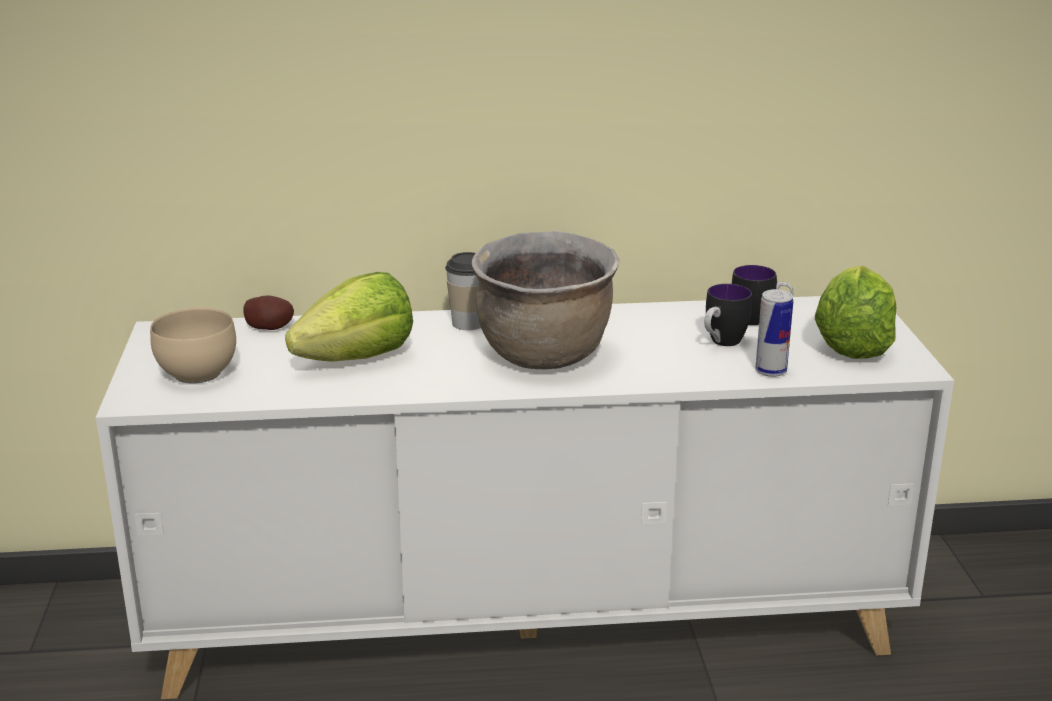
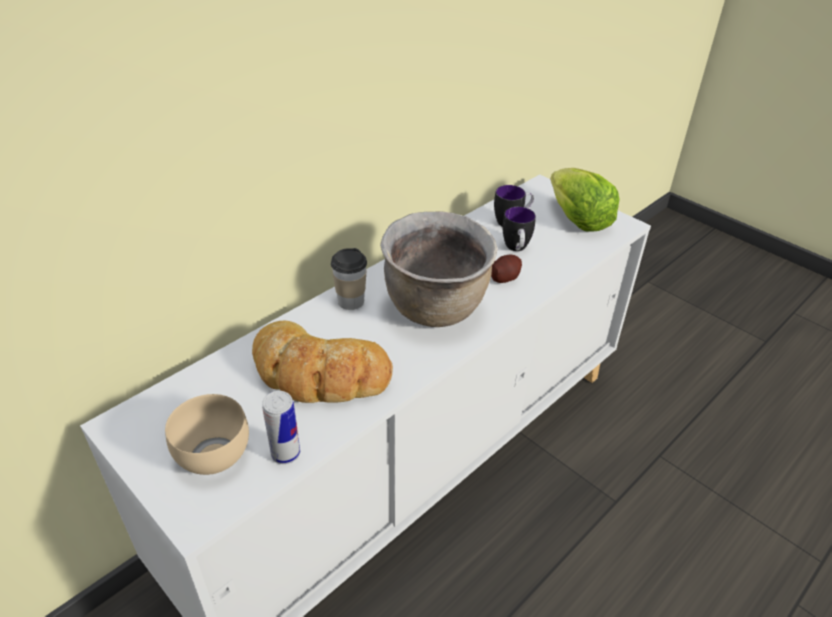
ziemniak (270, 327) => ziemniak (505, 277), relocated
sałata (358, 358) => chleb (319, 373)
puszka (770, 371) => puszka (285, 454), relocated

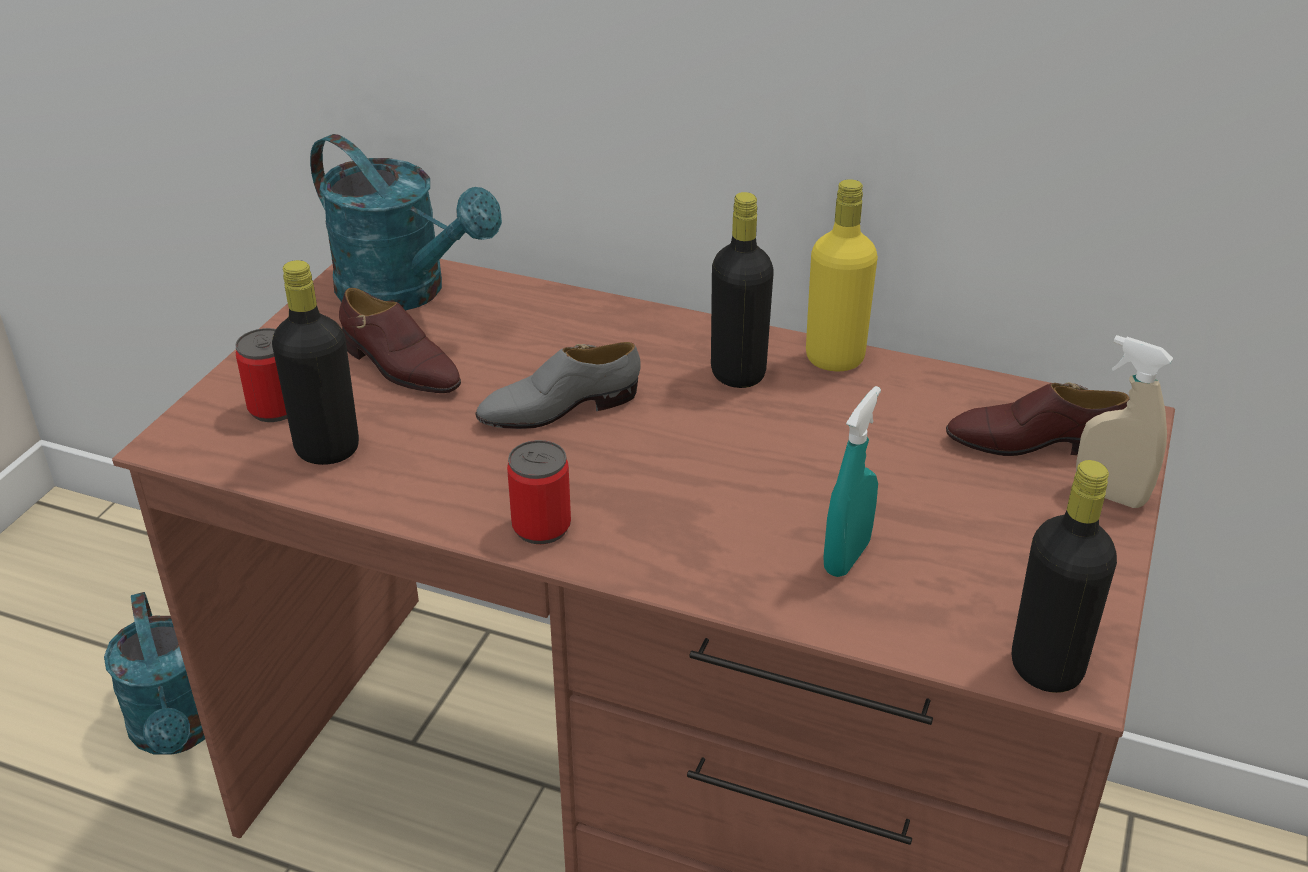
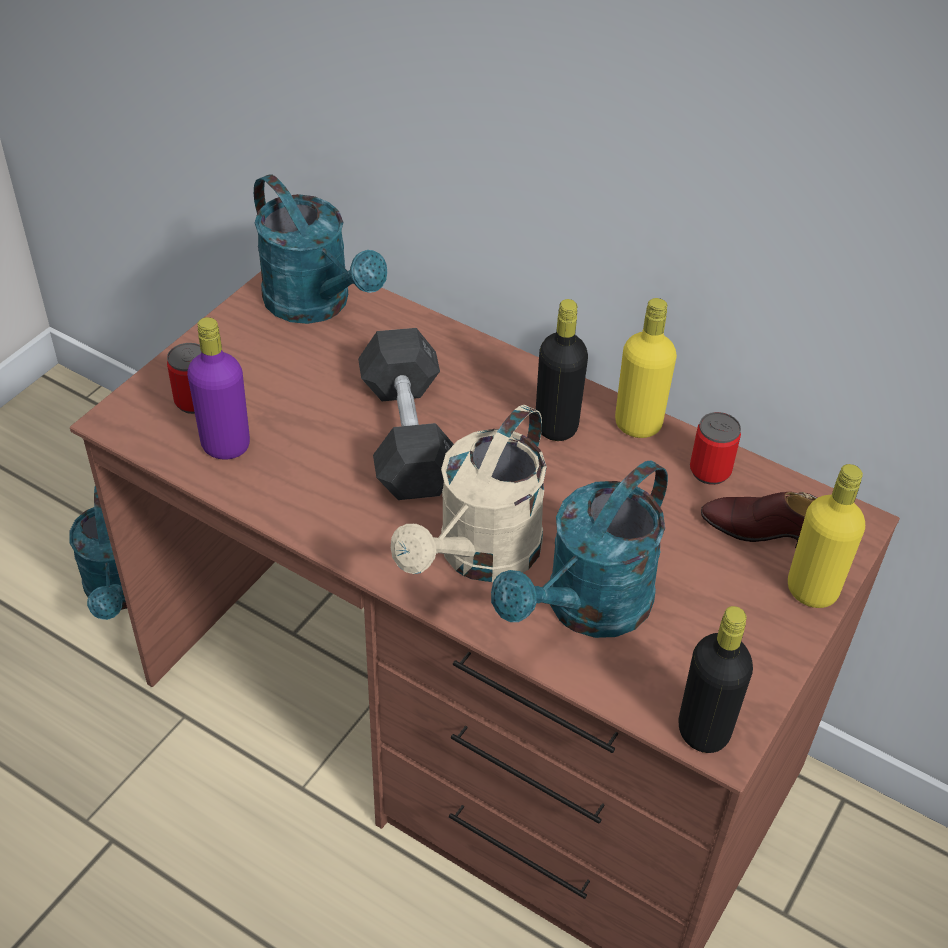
butelka (czarny) (327, 449) => butelka (fioletowy) (226, 445)
but (brązowy) (400, 367) => nothing
but (szary) (559, 408) => hantel (szary) (407, 436)
puszka (541, 527) => puszka (710, 471), relocated
spryskiwacz (turkusowy) (846, 557) => konewka (turkusowy) (586, 609)
spryskiwacz (beżowy) (1109, 495) => butelka (żółty) (811, 590)
nothing => konewka (beżowy) (480, 556)

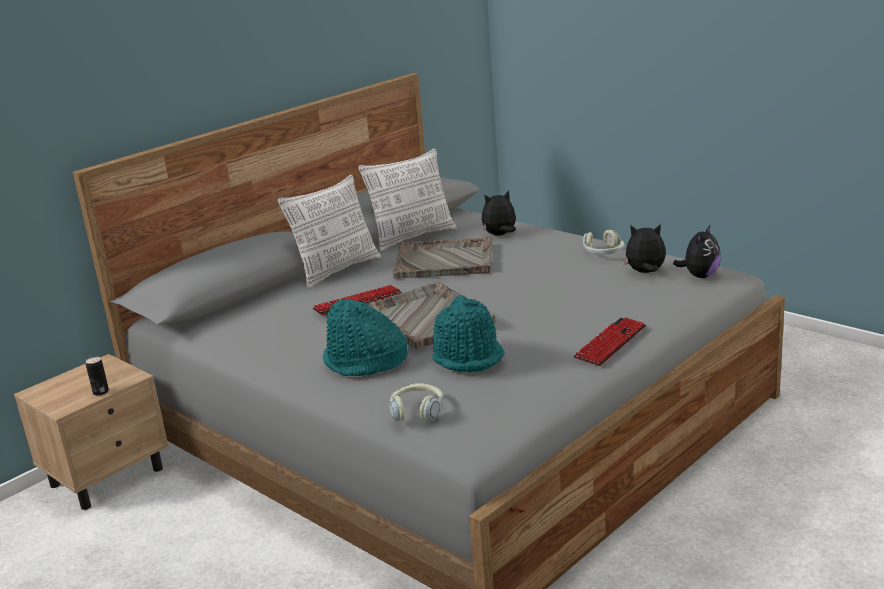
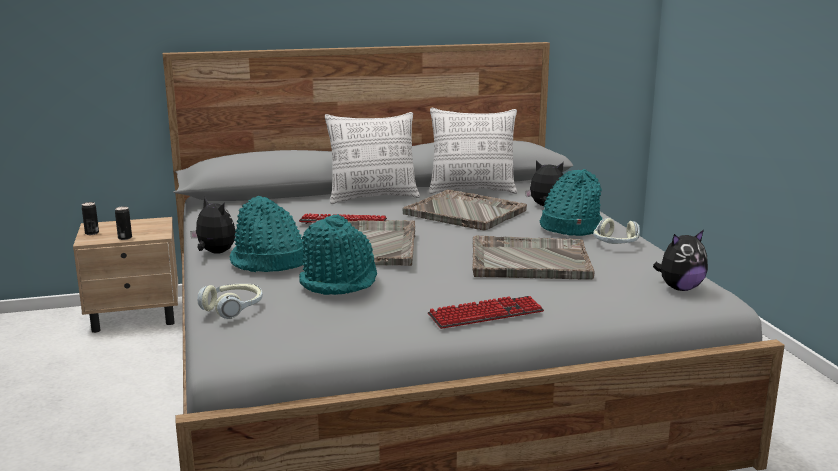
pluszak (645, 272) => pluszak (214, 253), relocated
nothing => puszka (92, 233)
nothing => taca (szary) (528, 261)
nothing => kapelusz (turkusowy) (570, 227)

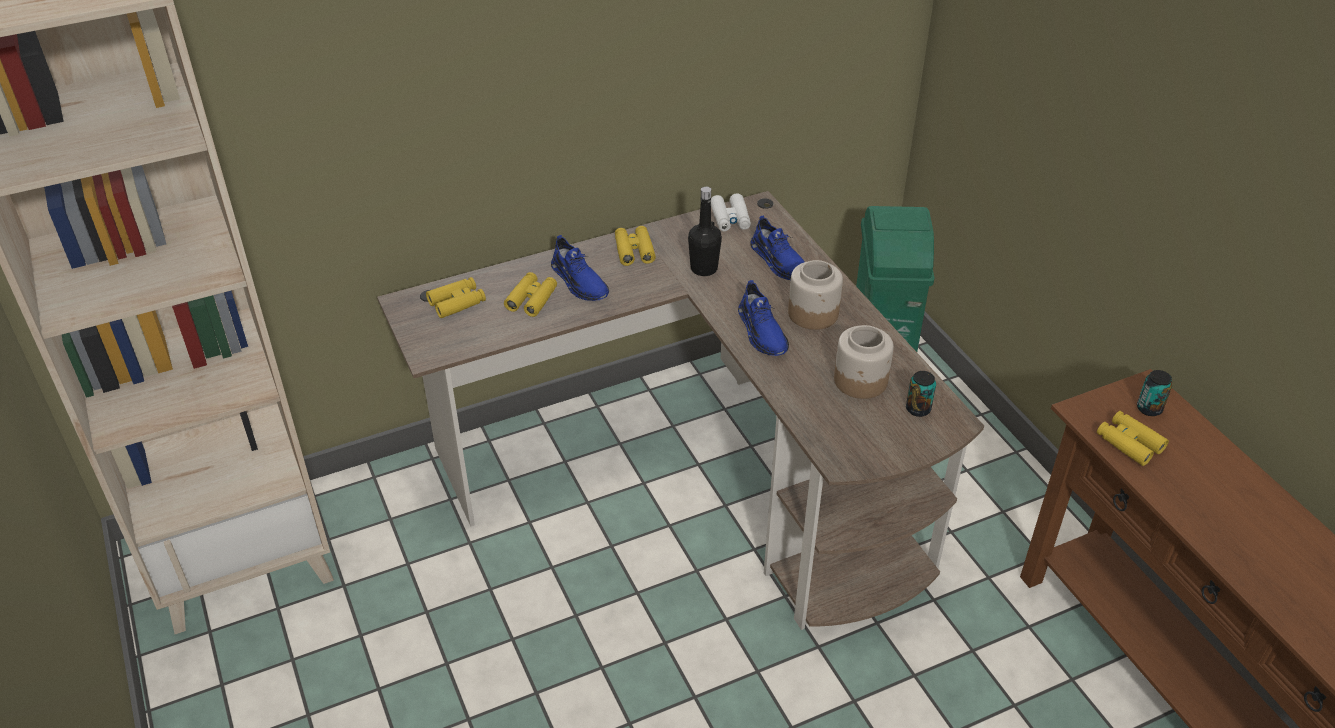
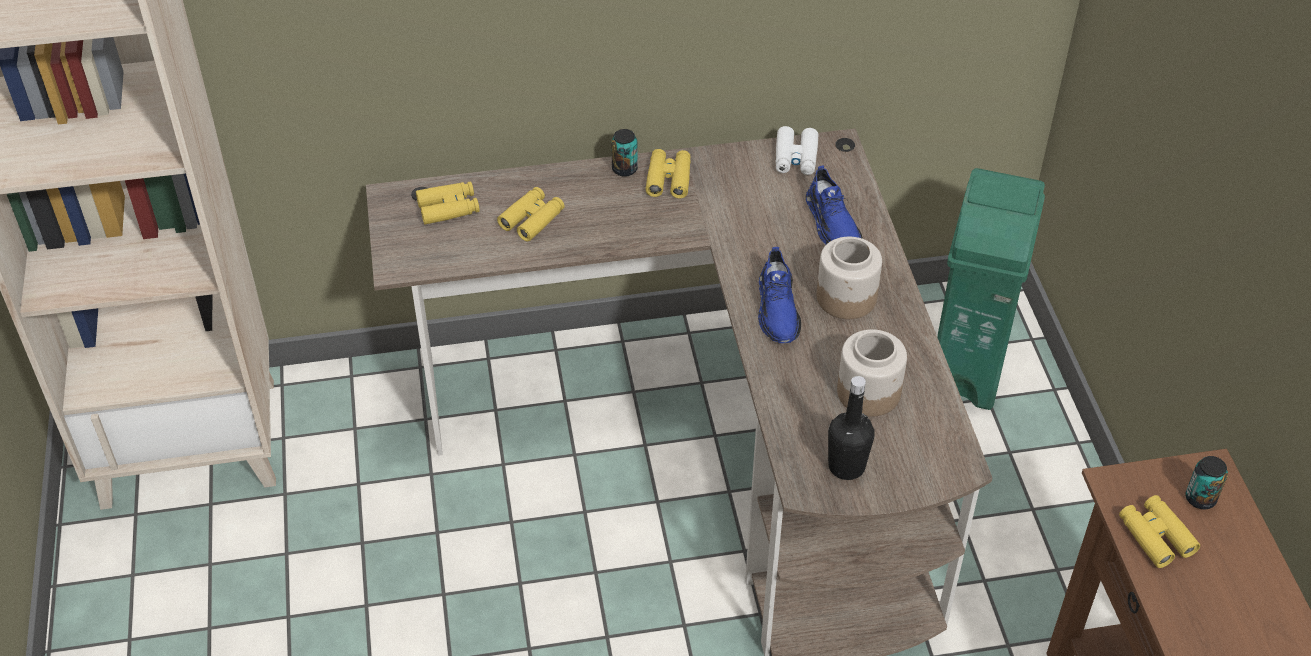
but (niebieski) (579, 281) => nothing
butelka (czarny) (704, 268) => butelka (czarny) (846, 466), relocated
puszka (918, 409) => puszka (624, 169), relocated

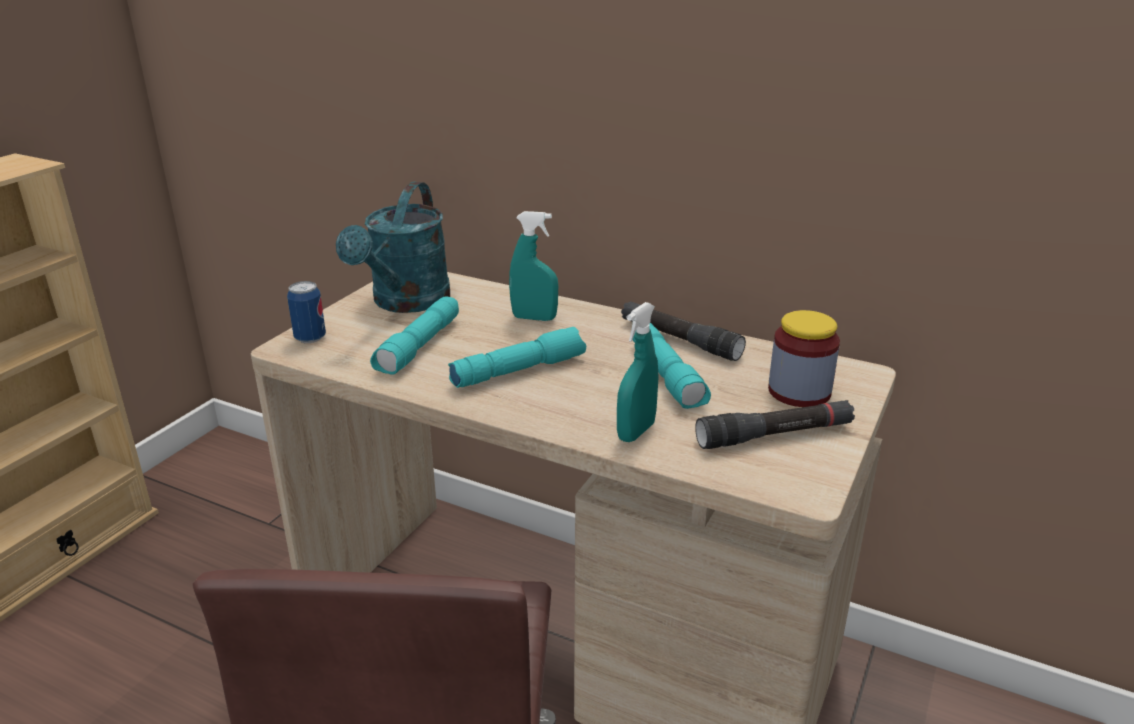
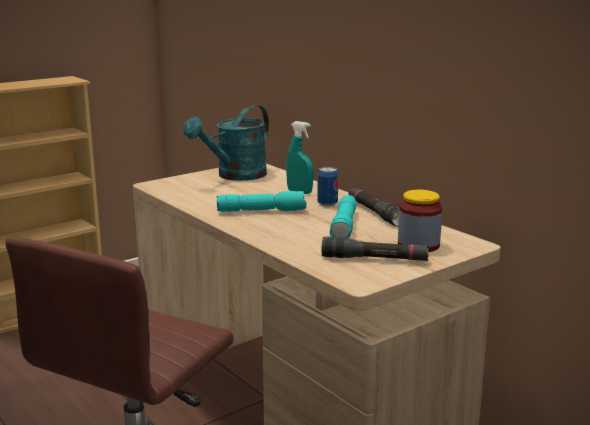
puszka (310, 338) => puszka (327, 204), relocated
latarka (turkusowy) (420, 347) => nothing
spryskiwacz (turkusowy) (636, 432) => nothing

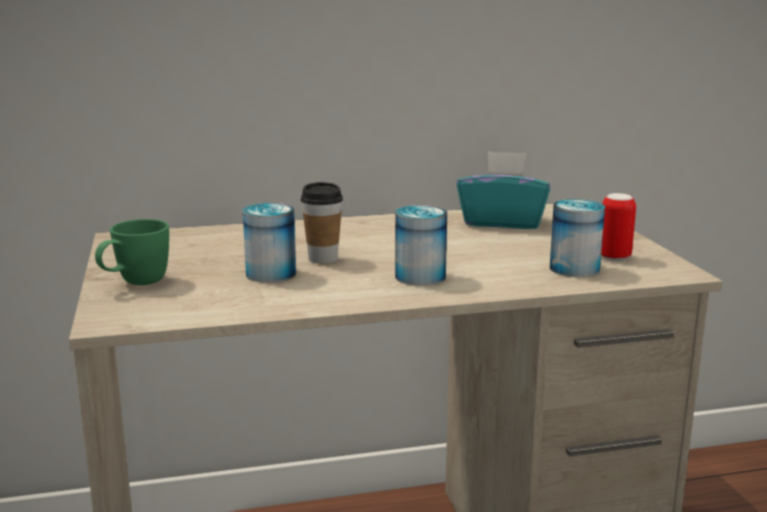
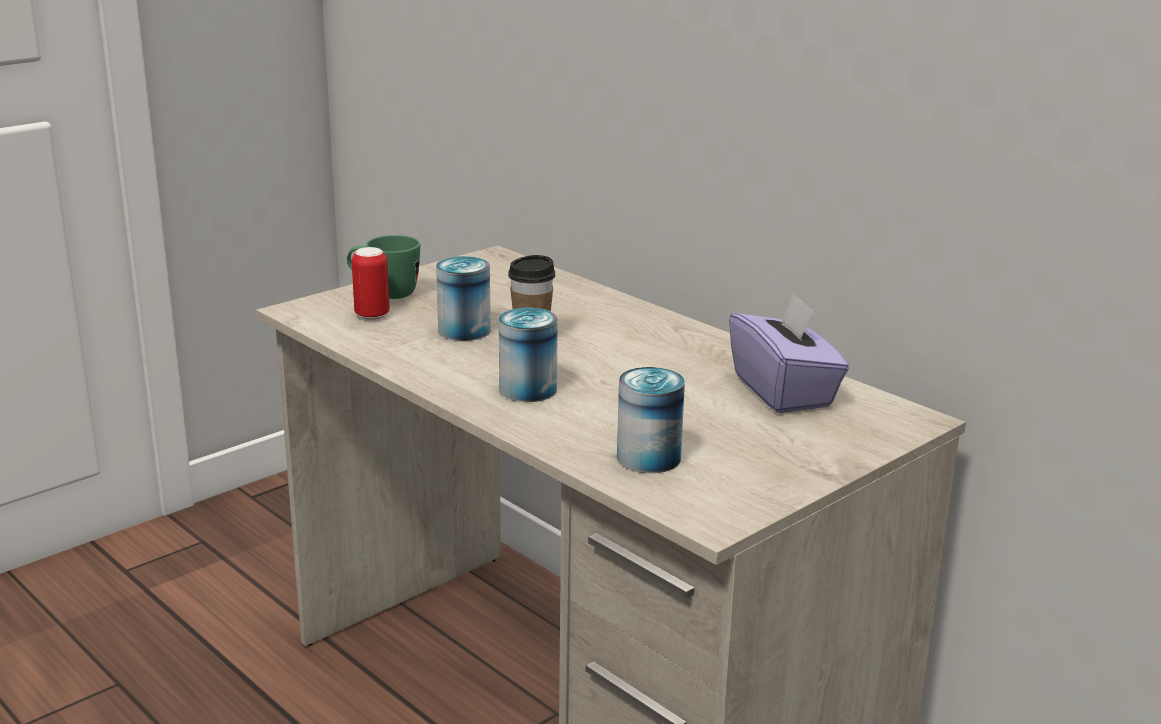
pudełko chusteczek (turkusowy) (502, 222) => pudełko chusteczek (fioletowy) (784, 391)
puszka (614, 257) => puszka (372, 315), relocated

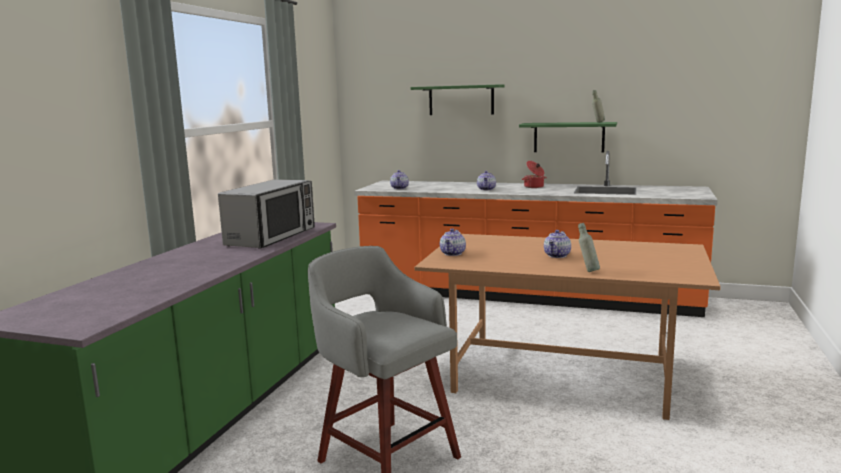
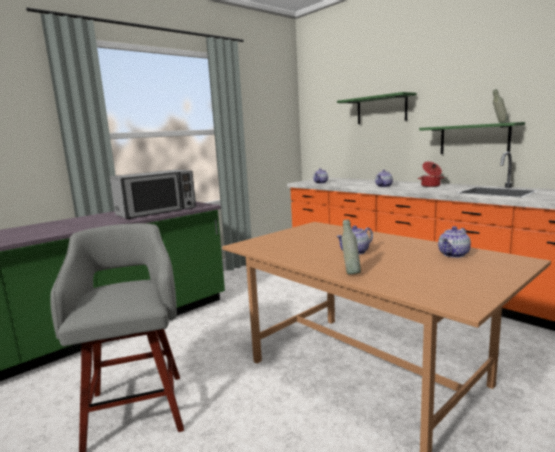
imbryk (453, 253) => imbryk (454, 254), relocated

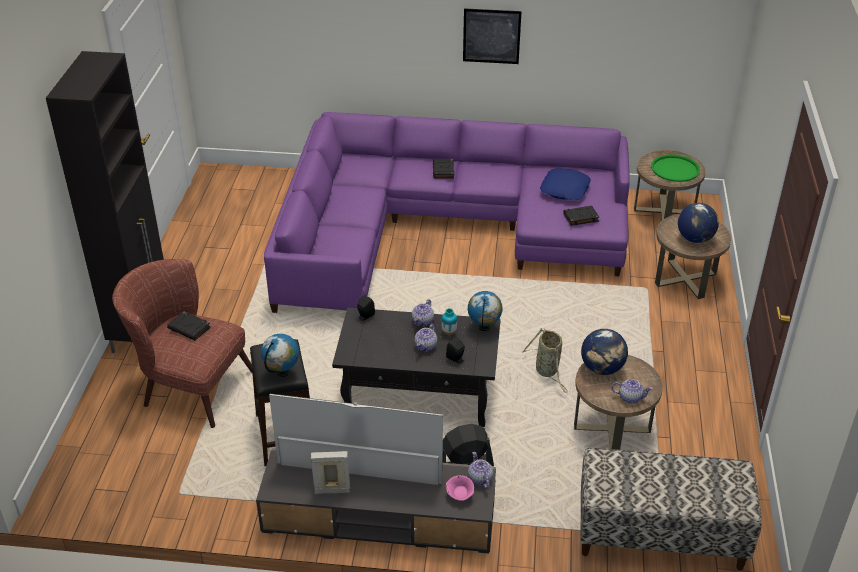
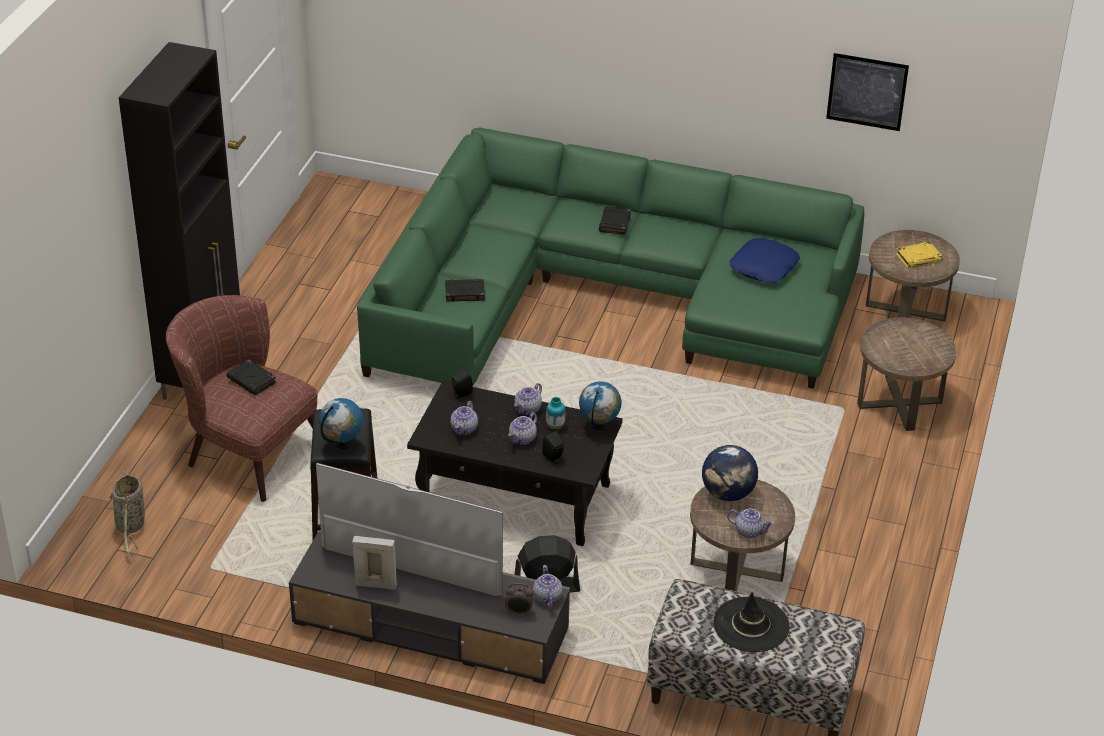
kanapa (fioletowy) (442, 228) => kanapa (zielony) (605, 297)
miska (różowy) (460, 496) => budzik (519, 611)
obraz (491, 36) => obraz (867, 91), relocated
koszyk (547, 371) => koszyk (130, 527), relocated
książka (czarny) (580, 218) => książka (czarny) (464, 293), relocated
taca (zielony) (675, 169) => książka (żółty) (918, 257)
globus (695, 238) => nothing
nothing => imbryk (464, 429)
nothing => kapelusz (czarny) (751, 625)

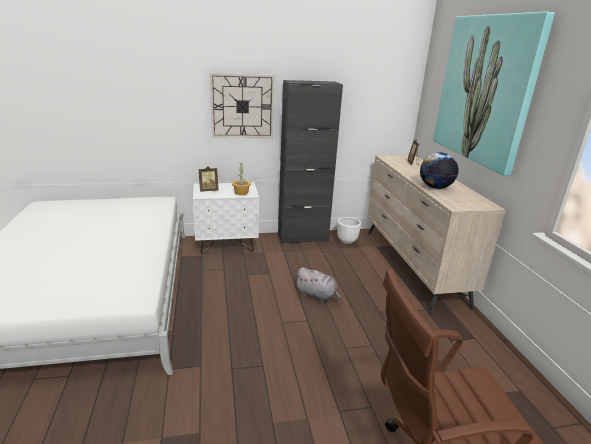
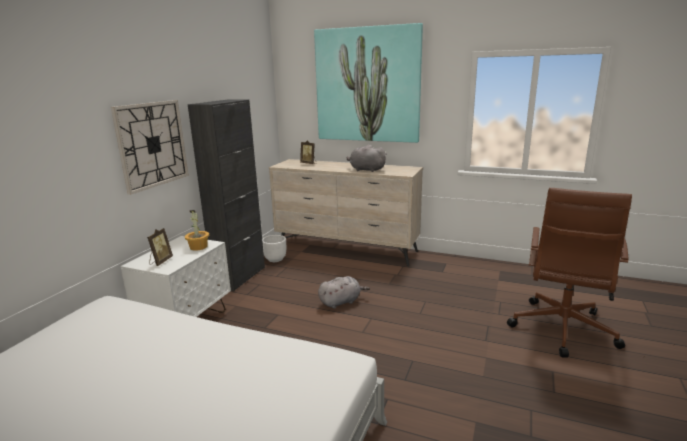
globus (435, 187) => pluszak (szary) (366, 170)

